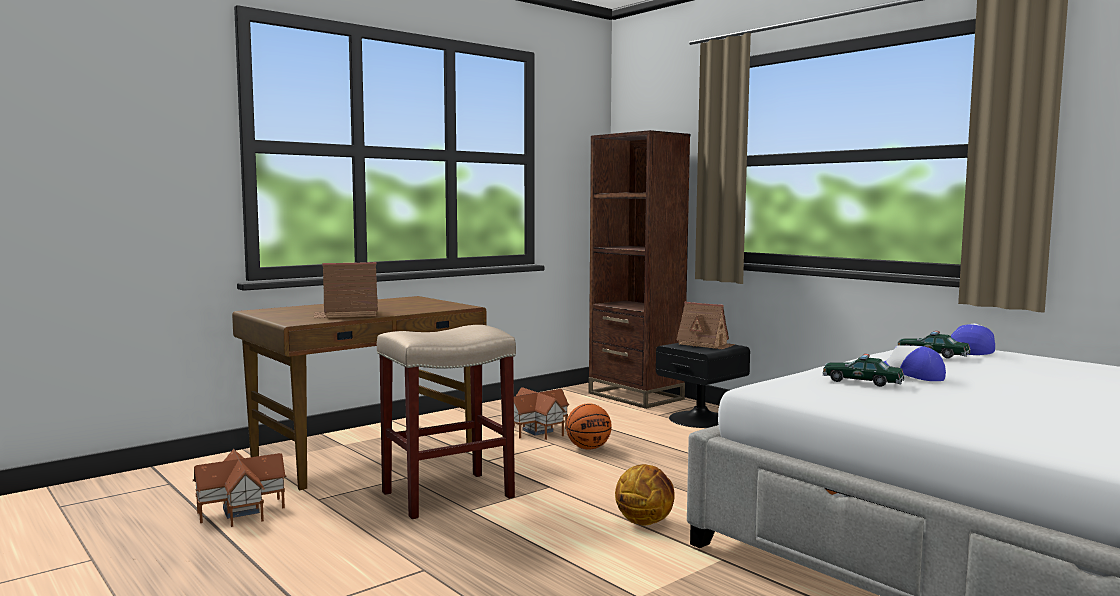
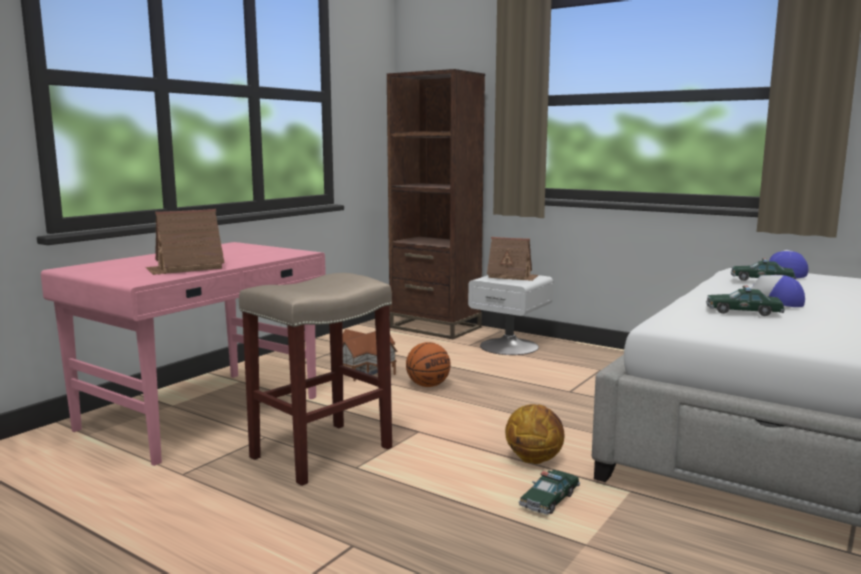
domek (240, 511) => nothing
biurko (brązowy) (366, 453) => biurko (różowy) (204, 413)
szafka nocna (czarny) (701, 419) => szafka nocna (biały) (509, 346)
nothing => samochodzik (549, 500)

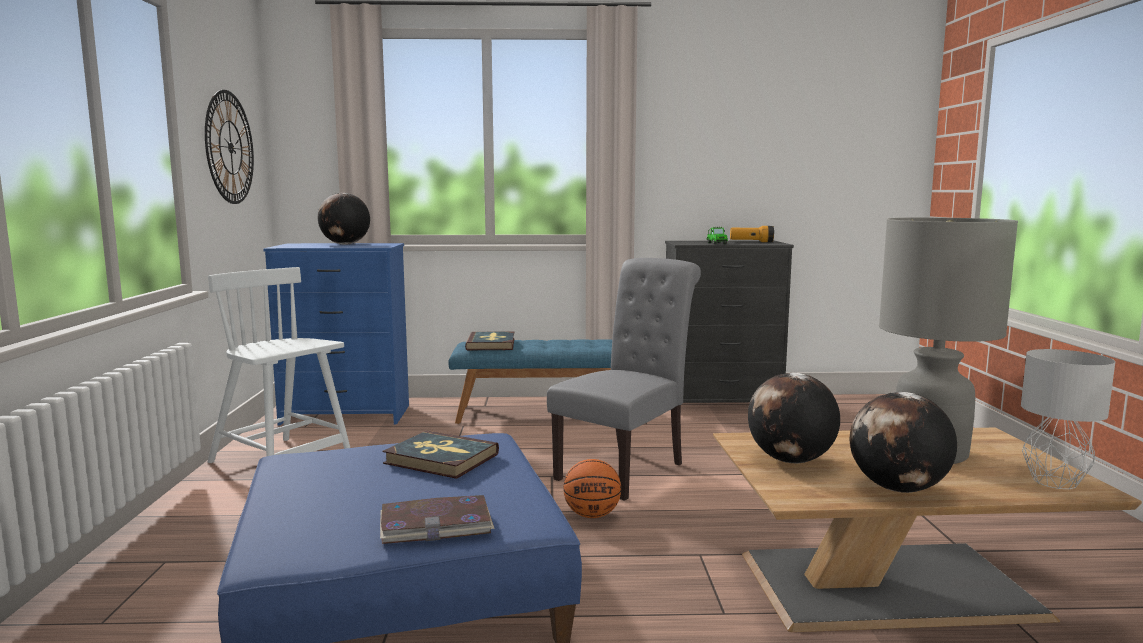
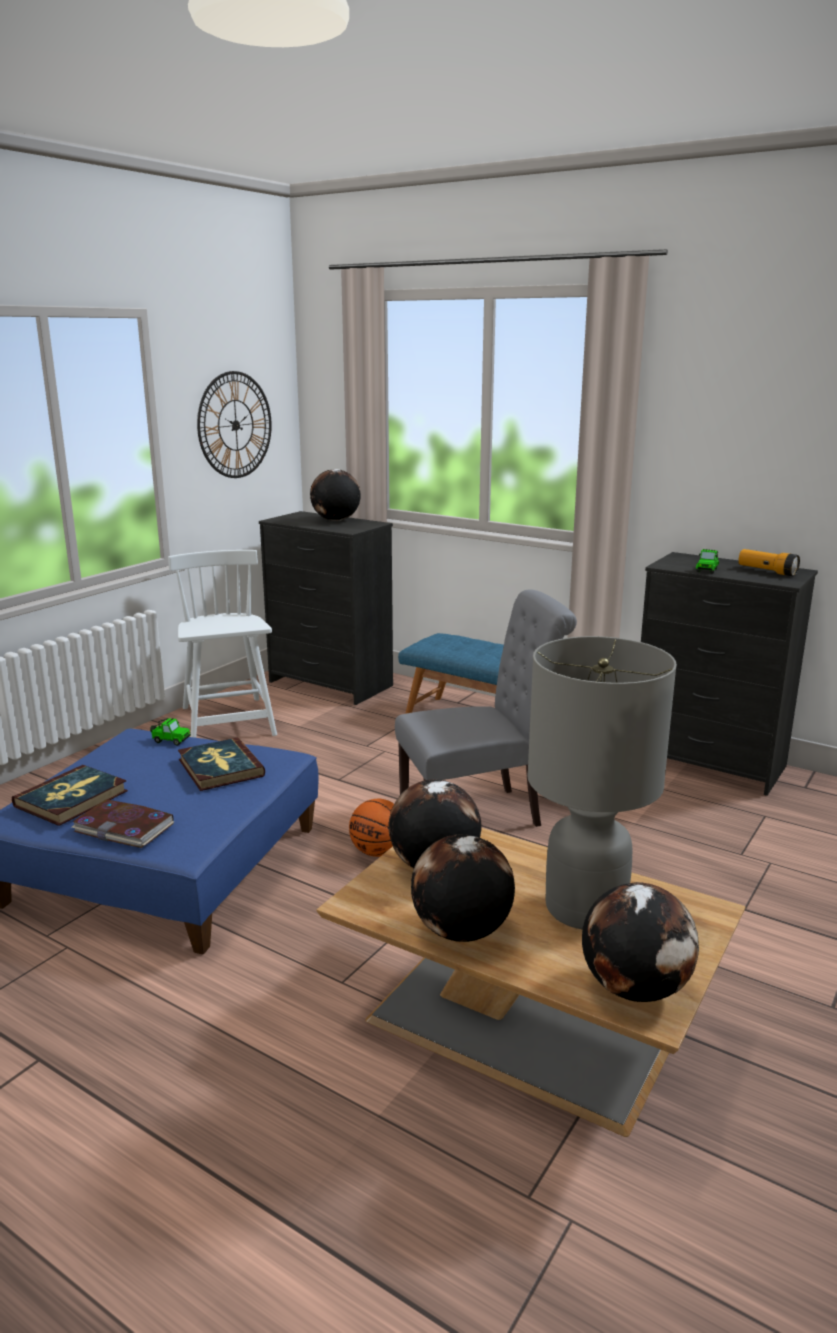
komoda (niebieski) (345, 415) => komoda (czarny) (330, 684)
książka (491, 344) => książka (72, 799), relocated
lampa stołowa (szary) (1053, 481) => globus (635, 988)
nothing => samochodzik (170, 740)

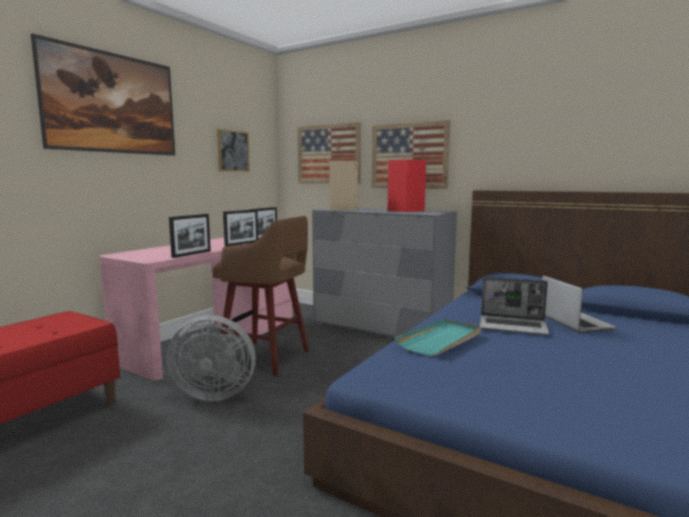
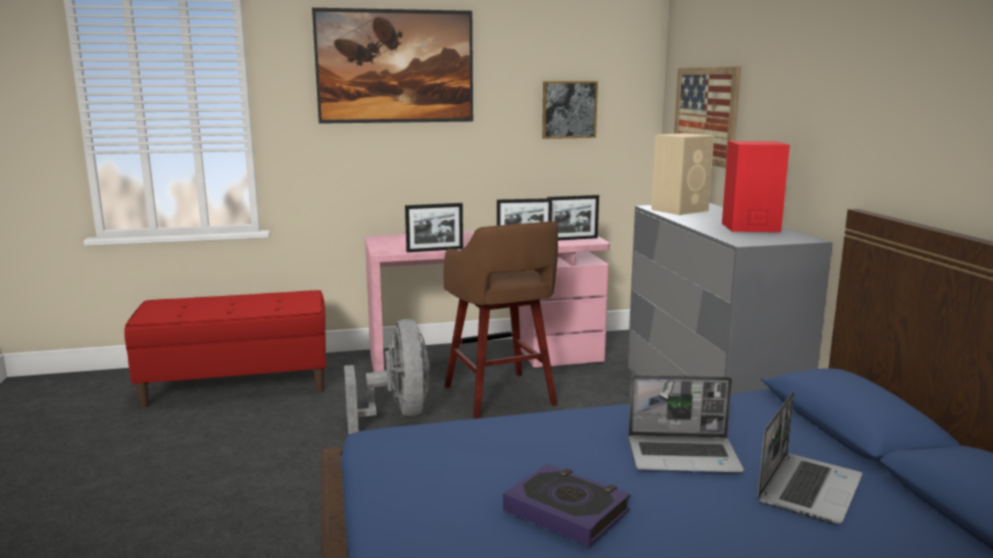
wentylator (szary) (214, 393) => wentylator (szary) (397, 414), 150 degrees counterclockwise
obraz (409, 156) => nothing
taca (turkusowy) (440, 340) => nothing
laptop (513, 326) => laptop (684, 456), 60 degrees counterclockwise
nothing => książka (566, 510)

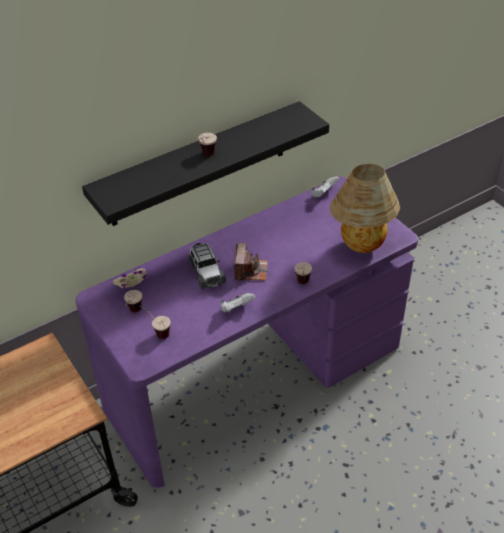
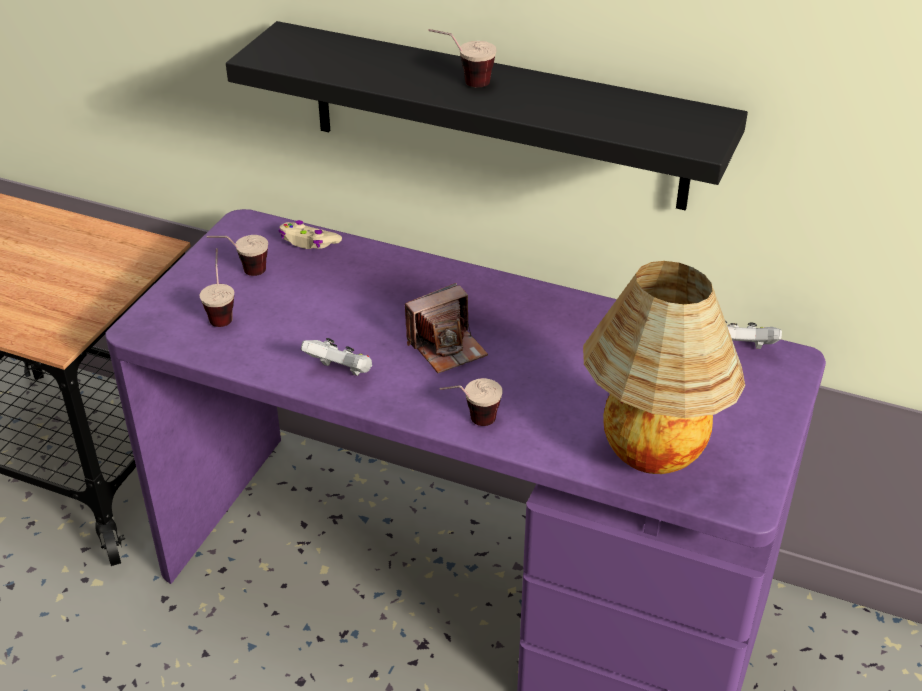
samochodzik (206, 273) => nothing

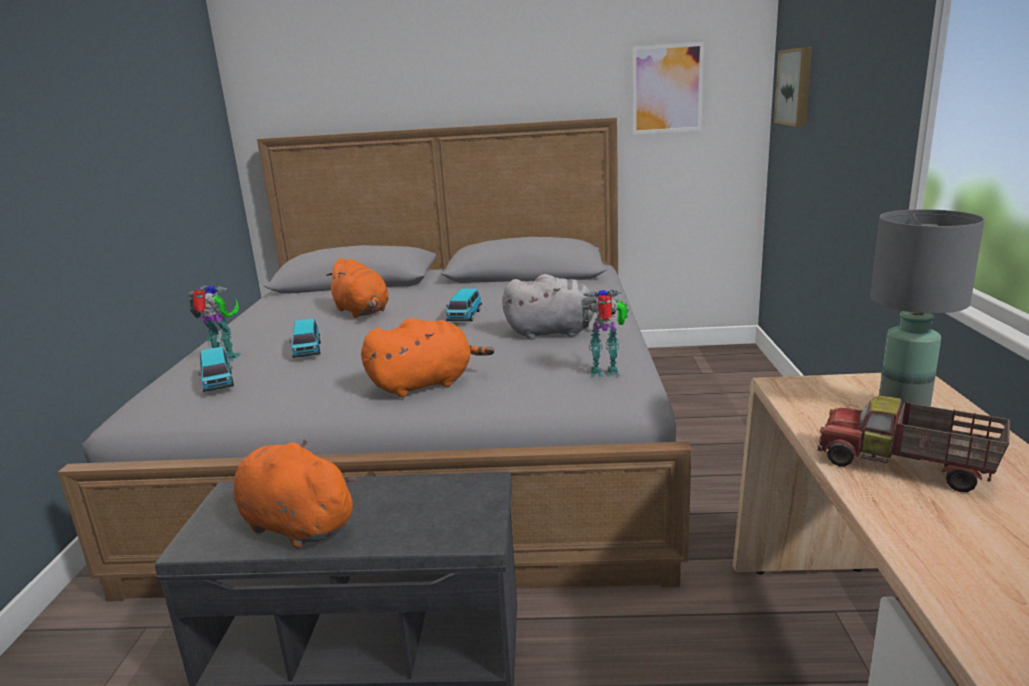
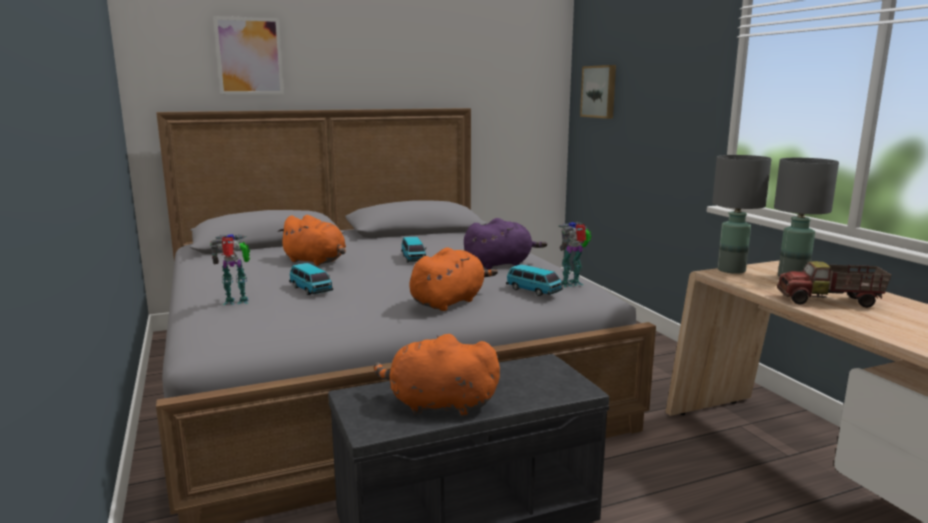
samochodzik (218, 382) => samochodzik (533, 291), relocated
pluszak (szary) (555, 332) => pluszak (fioletowy) (500, 264)
obraz (667, 89) => obraz (249, 56), relocated
nothing => lampa stołowa (szary) (730, 270)

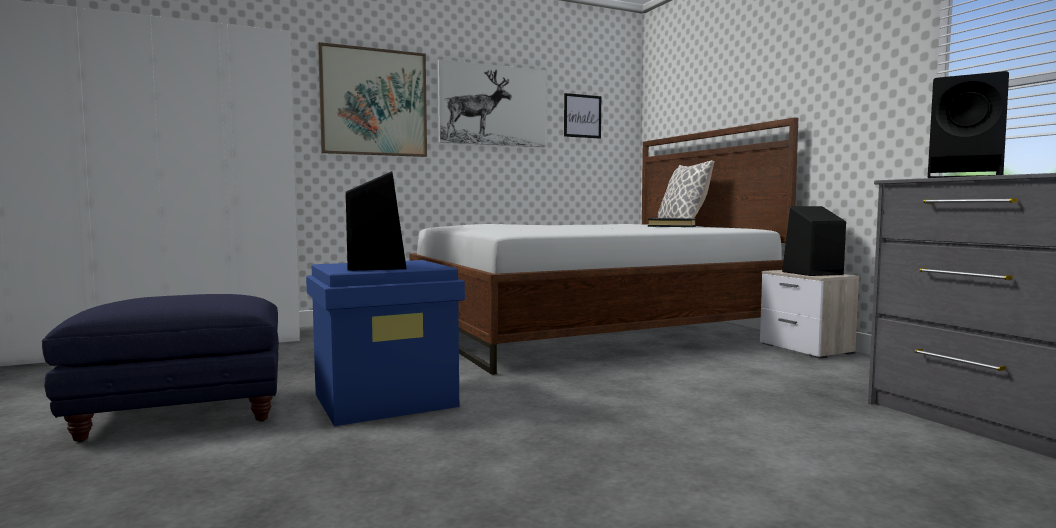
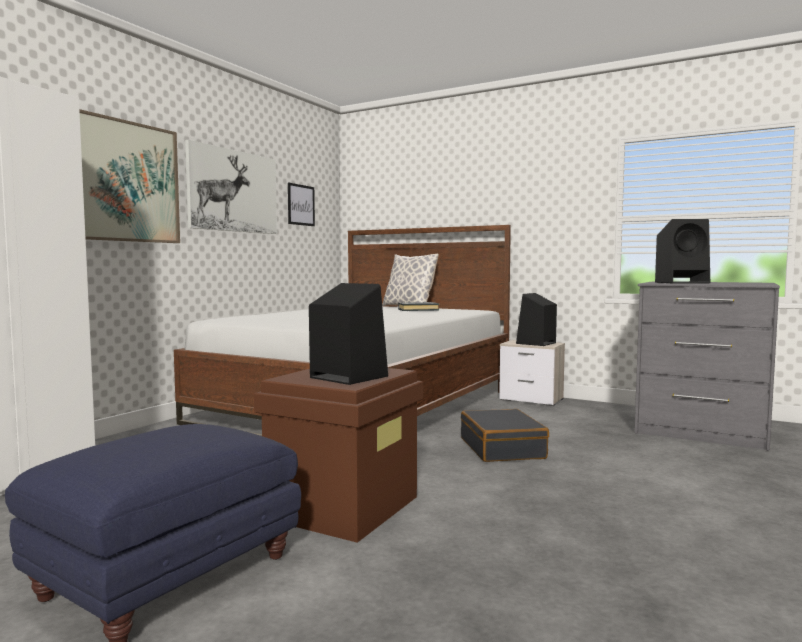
pojemnik do przechowywania (niebieski) (386, 400) => pojemnik do przechowywania (brązowy) (343, 506)
nothing => walizka (czarny) (502, 448)

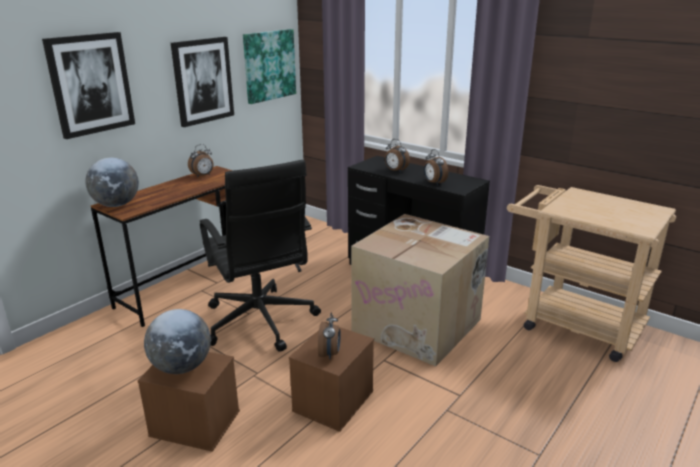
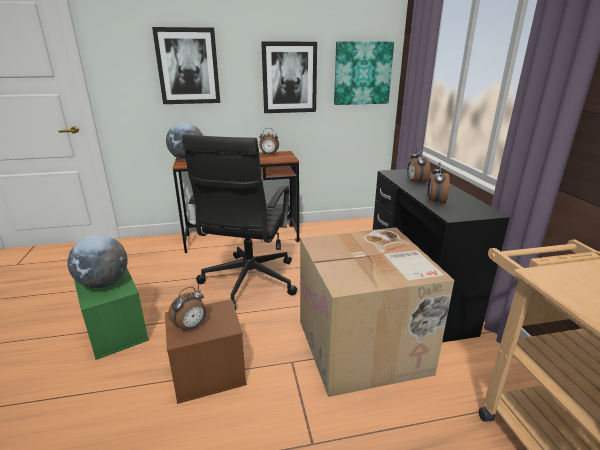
pojemnik do przechowywania (brązowy) (193, 423) => pojemnik do przechowywania (zielony) (116, 332)

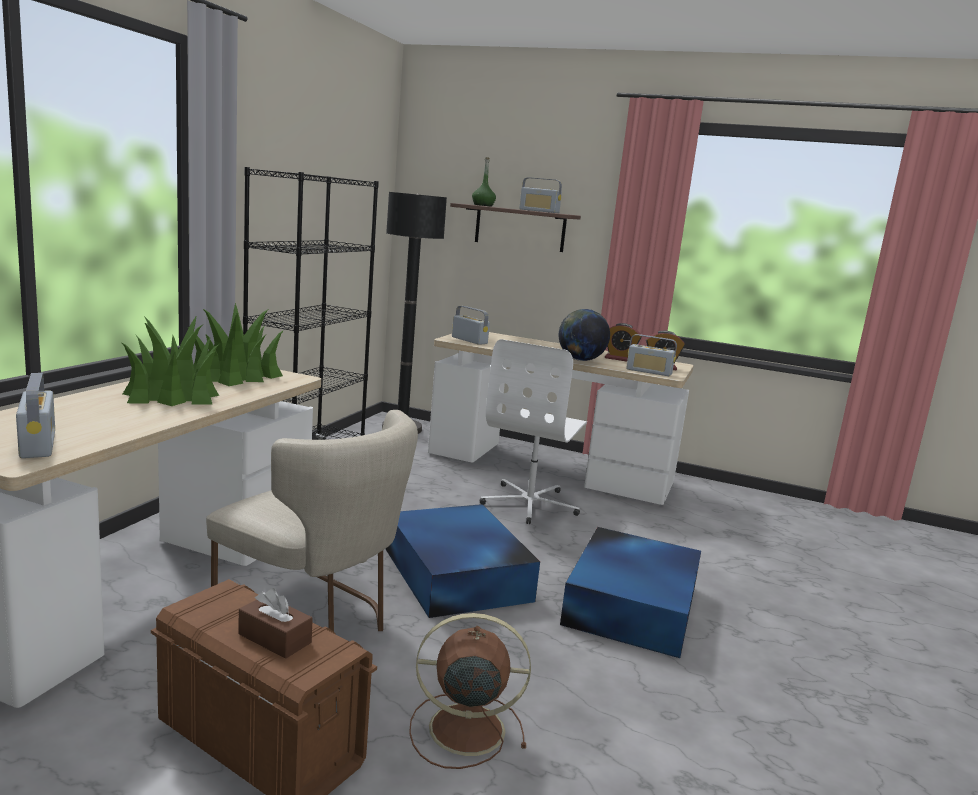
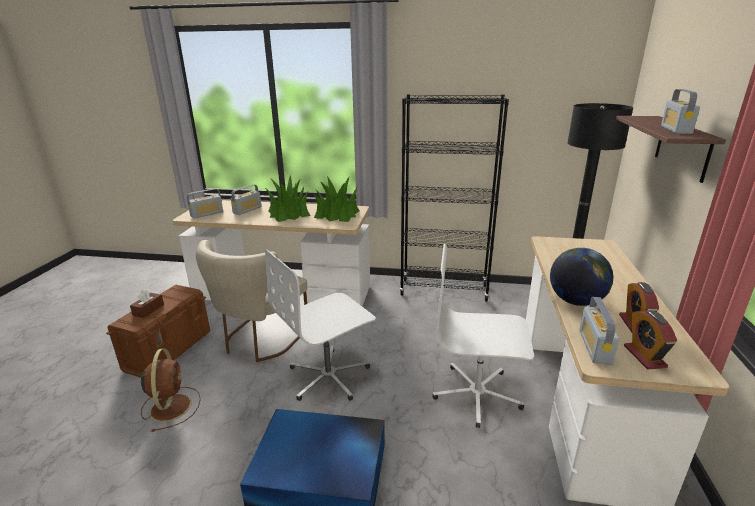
pojemnik do przechowywania (niebieski) (456, 575) => krzesło biurowe (biały) (329, 376)
radio (469, 340) => radio (247, 210), relocated
butelka (zielony) (483, 205) => nothing

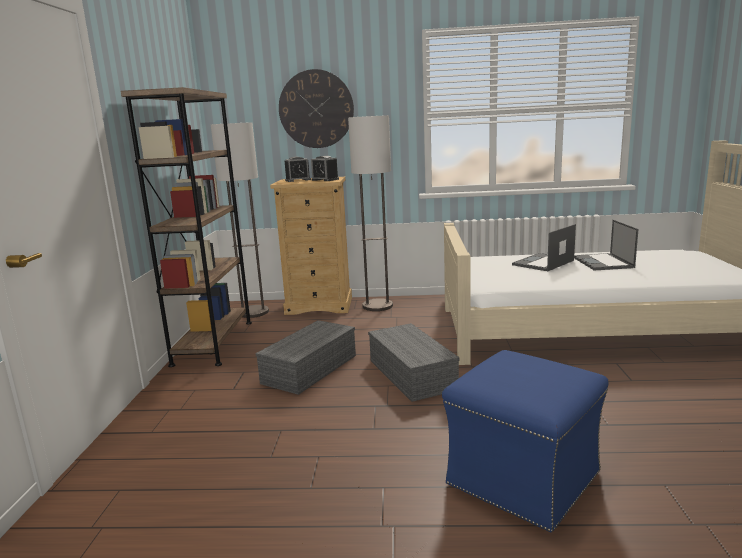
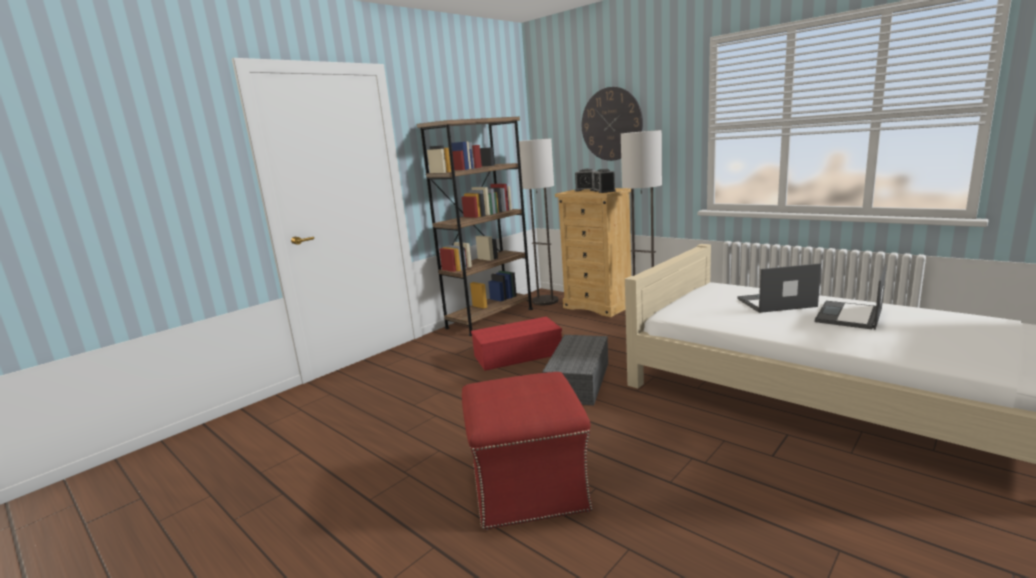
pojemnik do przechowywania (szary) (310, 368) => pojemnik do przechowywania (czerwony) (518, 354)
pufa (niebieski) (522, 479) => pufa (czerwony) (527, 488)

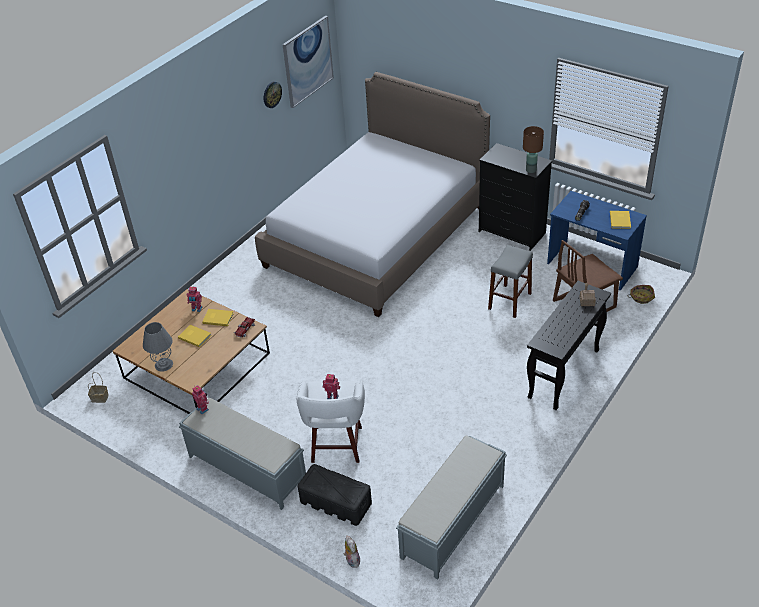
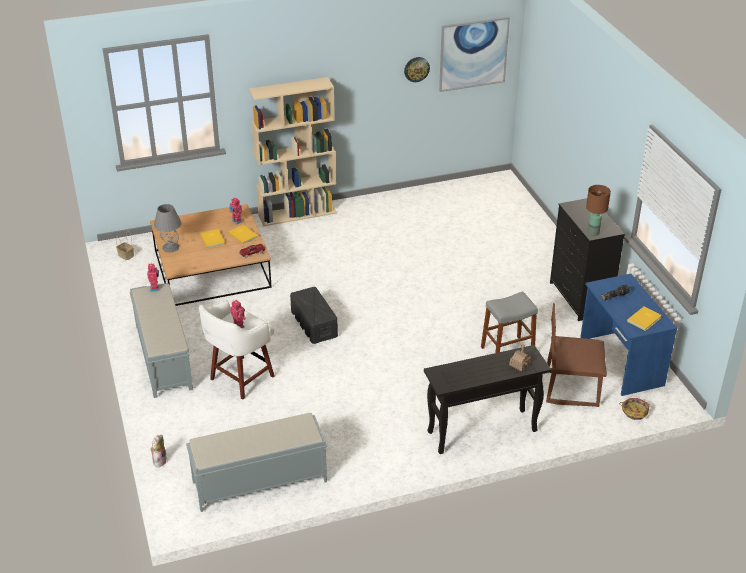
łóżko (377, 236) => nothing
pojemnik do przechowywania (czarny) (335, 502) => pojemnik do przechowywania (czarny) (314, 324), relocated
nothing => regał (beżowy) (297, 214)

